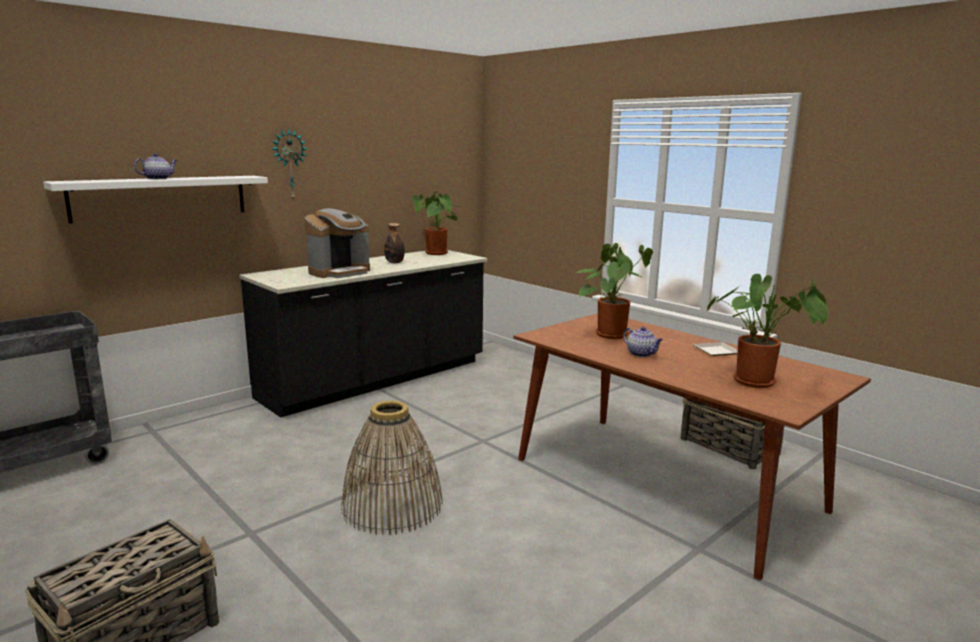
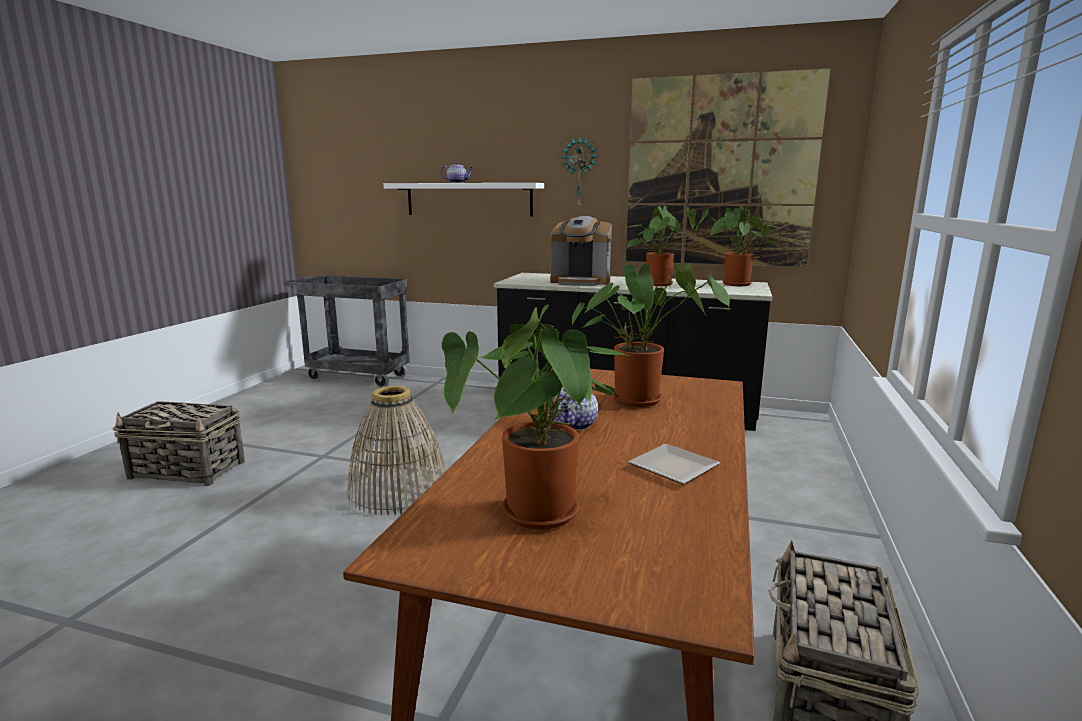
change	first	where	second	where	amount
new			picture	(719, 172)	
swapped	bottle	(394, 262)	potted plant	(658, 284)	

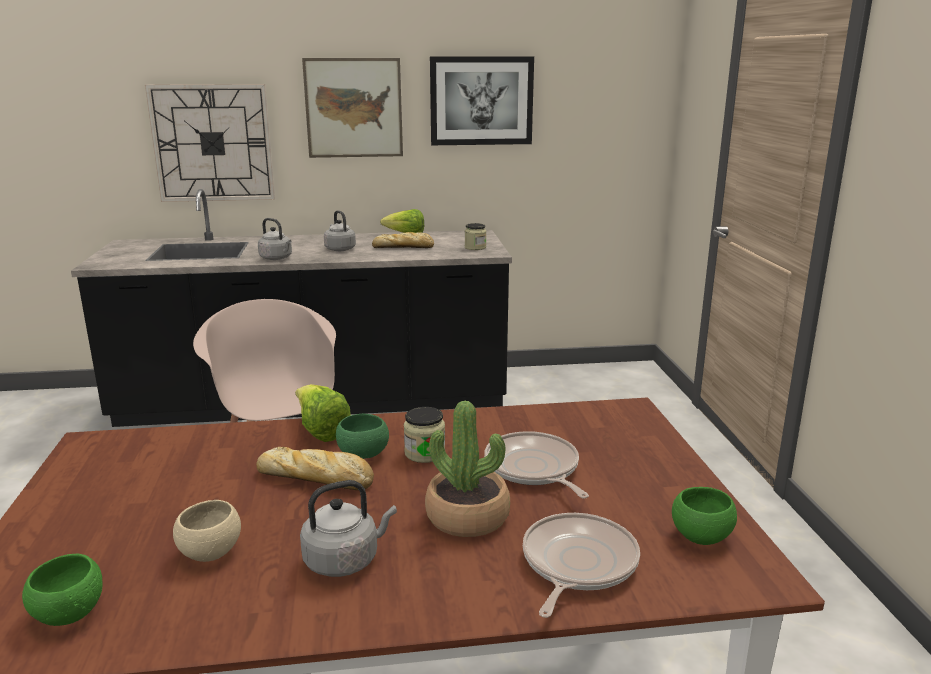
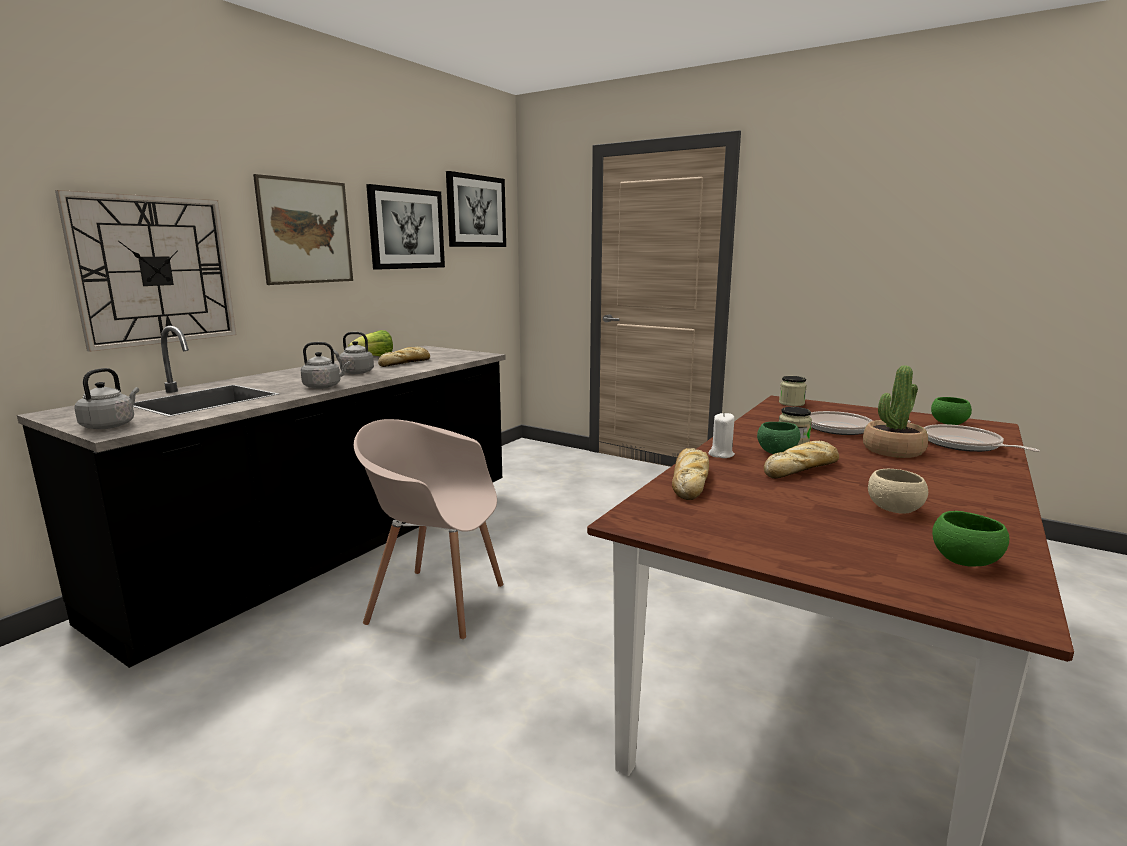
change	first	where	second	where	amount
shifted	water kettle in greyish	(345, 560)		(111, 425)	
new			picture	(476, 211)	
new			bread	(690, 481)	
swapped	head of lettuce	(321, 431)	wax light in whitish	(721, 454)	
shifted	preserve jar	(475, 247)		(791, 403)	

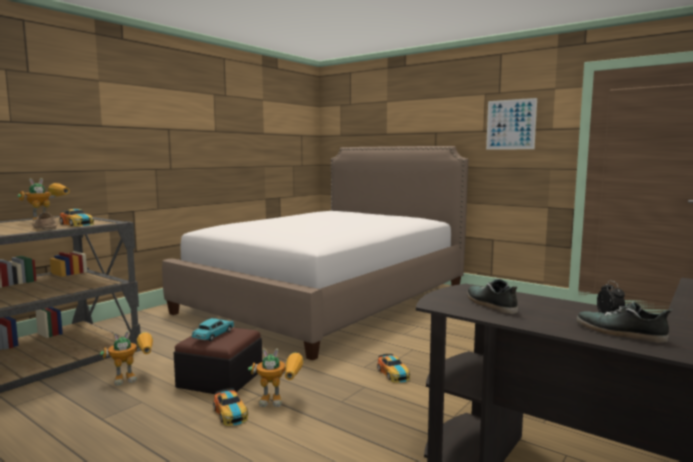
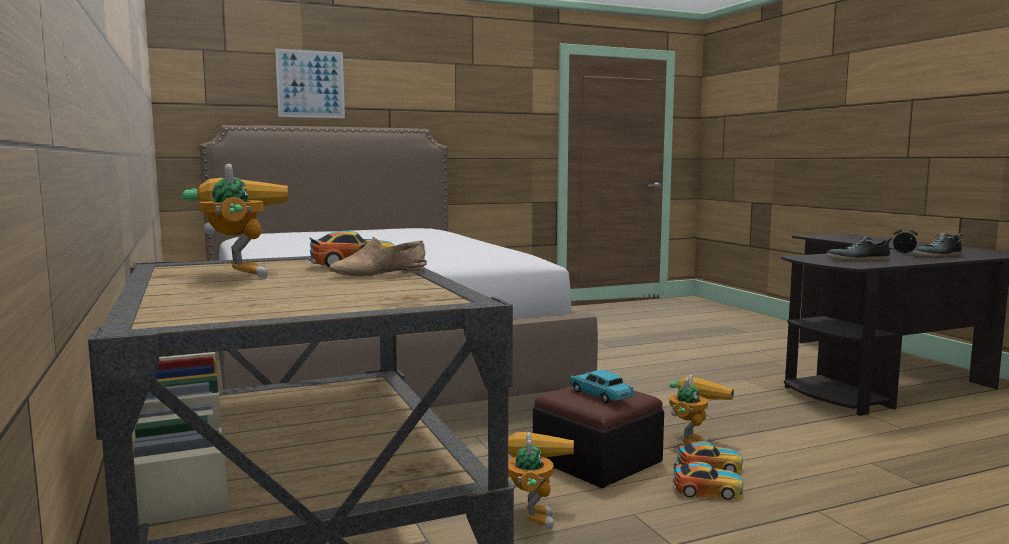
change	first	where	second	where	amount
shifted	picture	(511, 124)		(310, 84)	
shifted	model car	(393, 374)		(707, 490)	

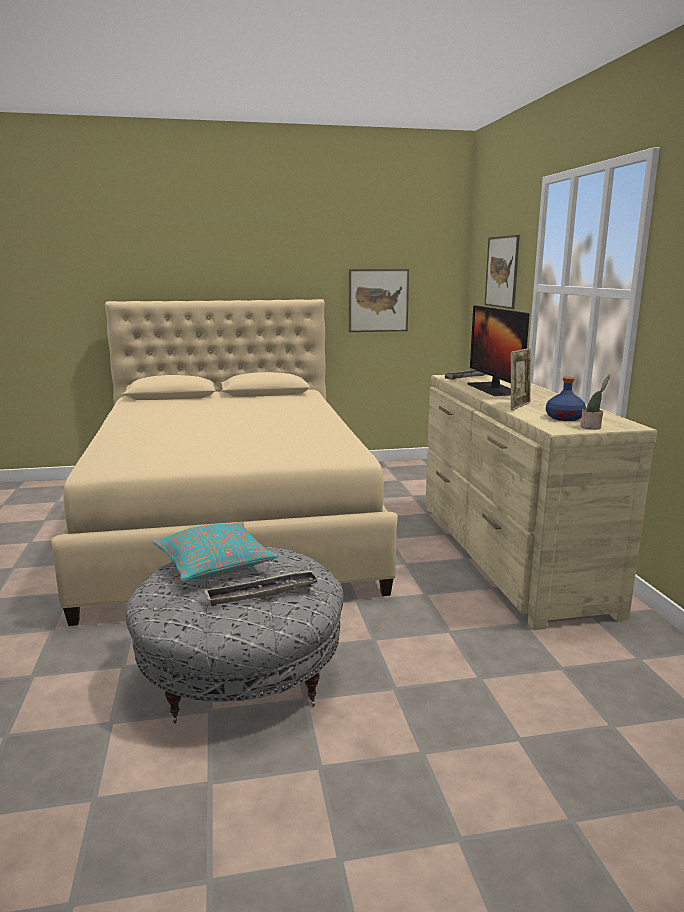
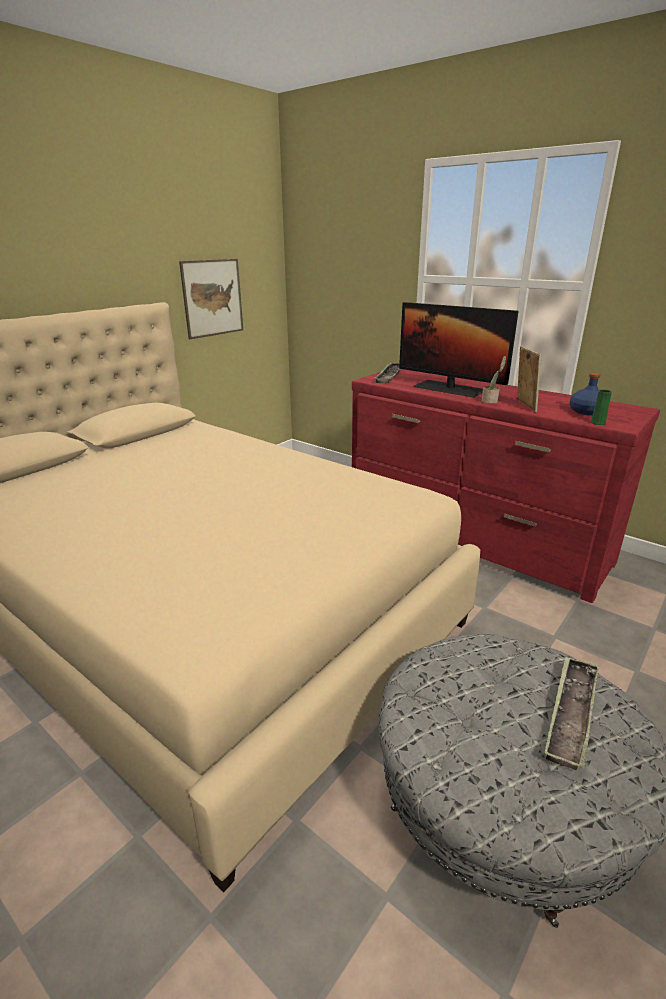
change	first	where	second	where	amount
repainted	dresser in beige-coloured	(507, 554)	dresser in red-coloured	(472, 538)	
shifted	potted plant	(592, 427)		(491, 401)	
new			vase in green	(598, 423)	
gone	throw pillow in blue-green	(215, 566)			
gone	picture	(502, 272)			

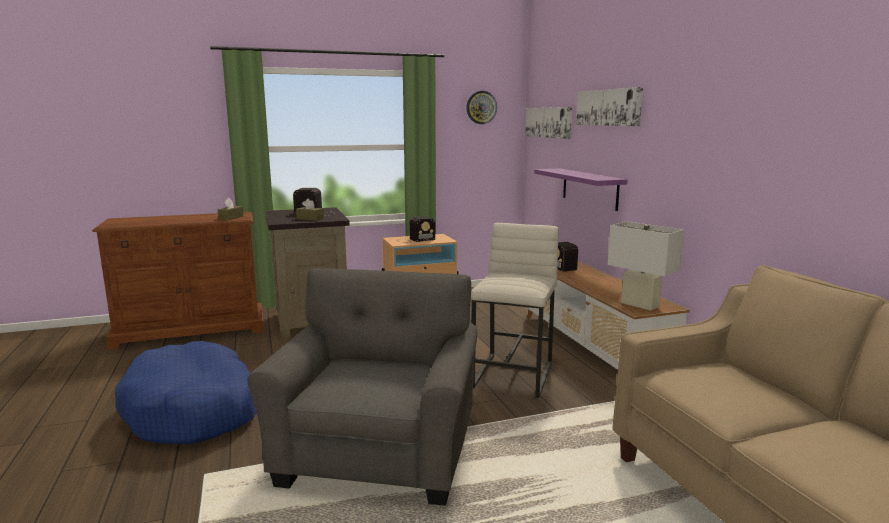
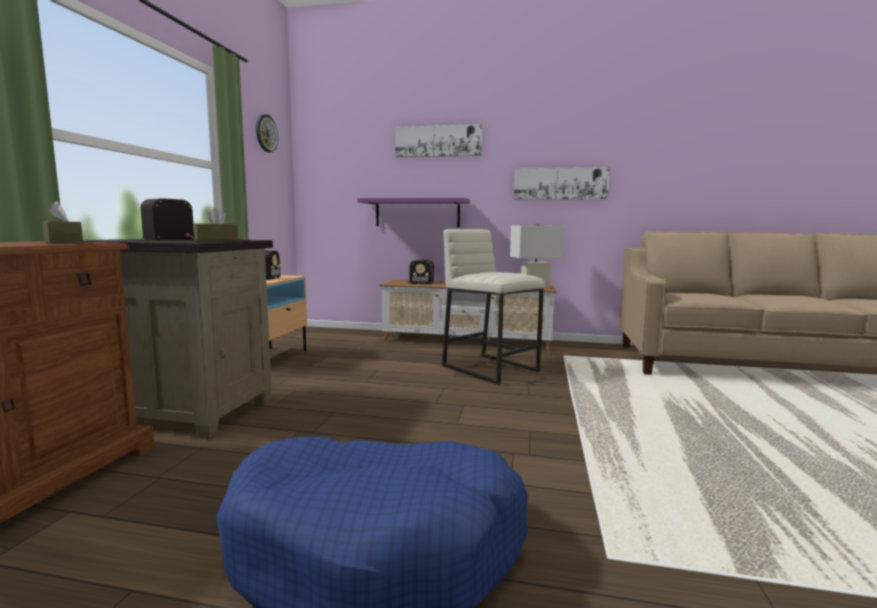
change	first	where	second	where	amount
shifted	picture	(549, 122)		(560, 184)	
gone	easy chair in greyish	(379, 452)			

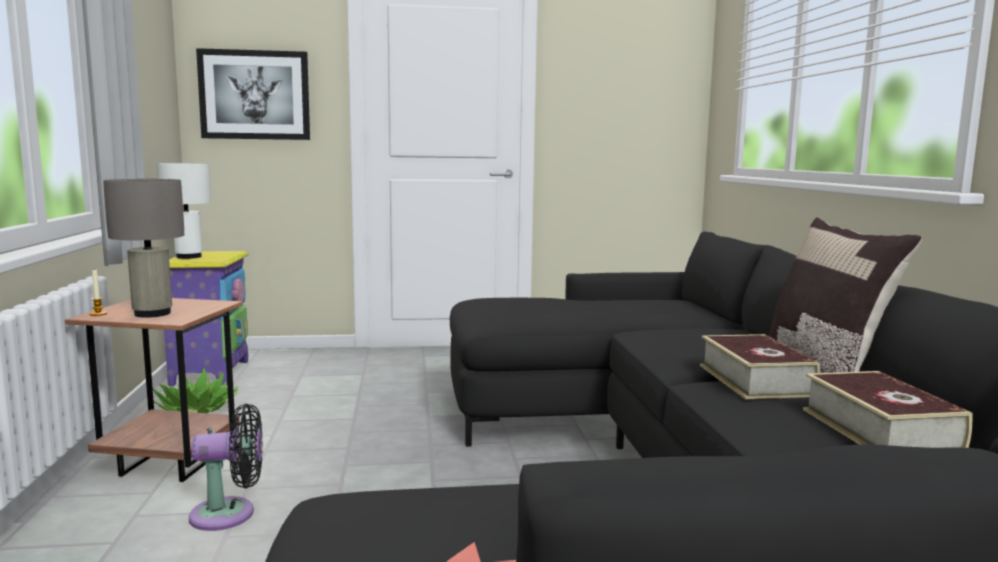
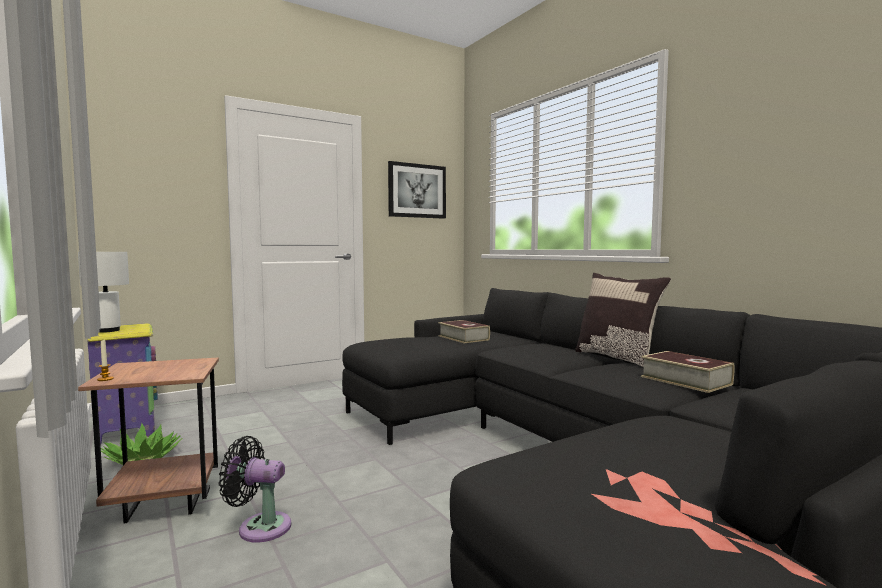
change	first	where	second	where	amount
rotated	electric fan in black-coloured	(229, 514)		(259, 527)	135 degrees counterclockwise
shifted	picture	(255, 95)		(417, 191)	
shifted	volume	(755, 380)		(463, 338)	
gone	table lamp in greyish	(154, 313)			

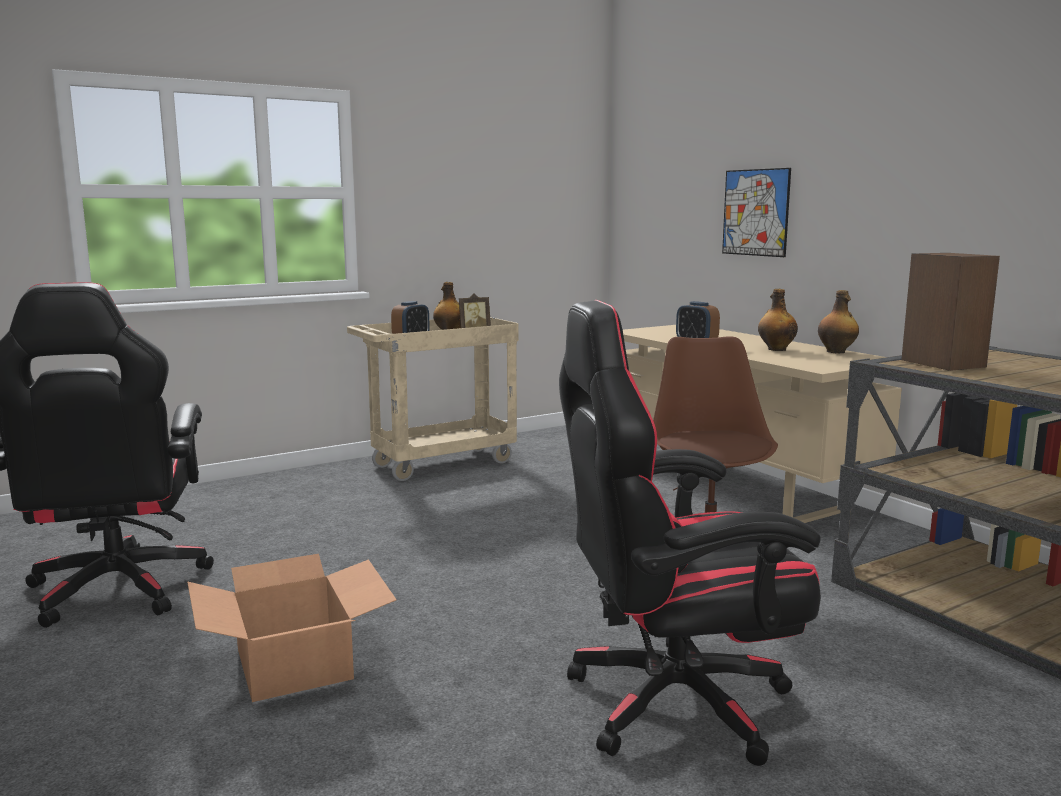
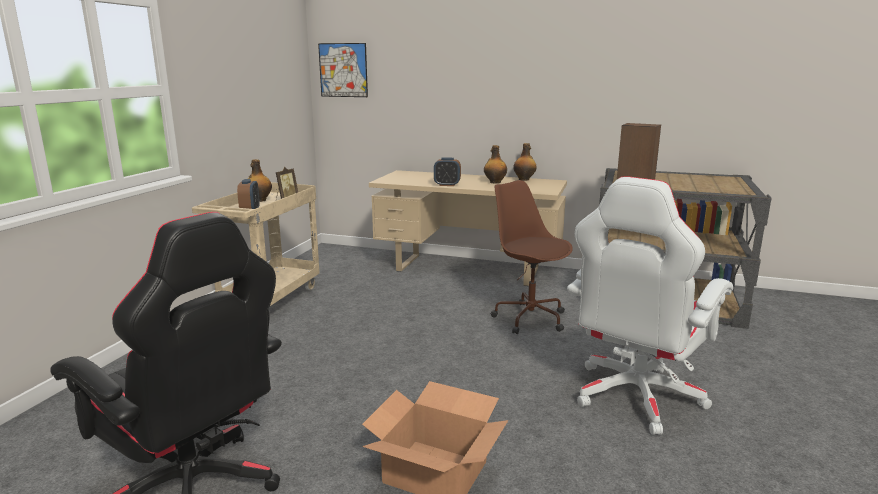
change	first	where	second	where	amount
shifted	picture	(755, 212)		(343, 70)	
repainted	computer chair in black-coloured	(677, 701)	computer chair in whitish	(636, 395)	

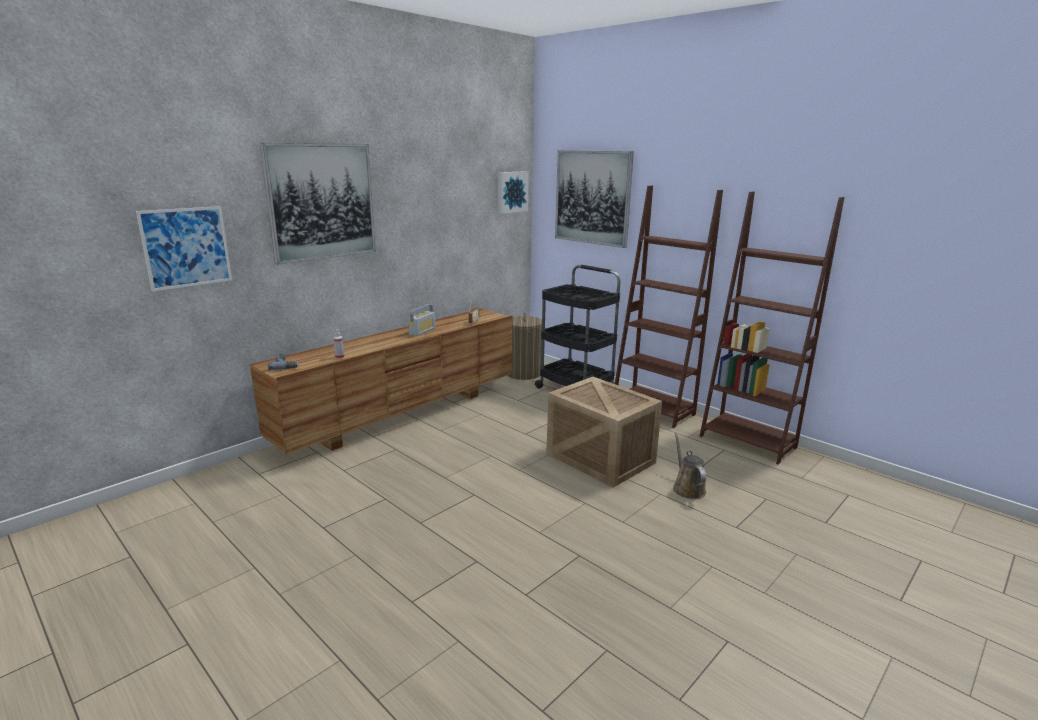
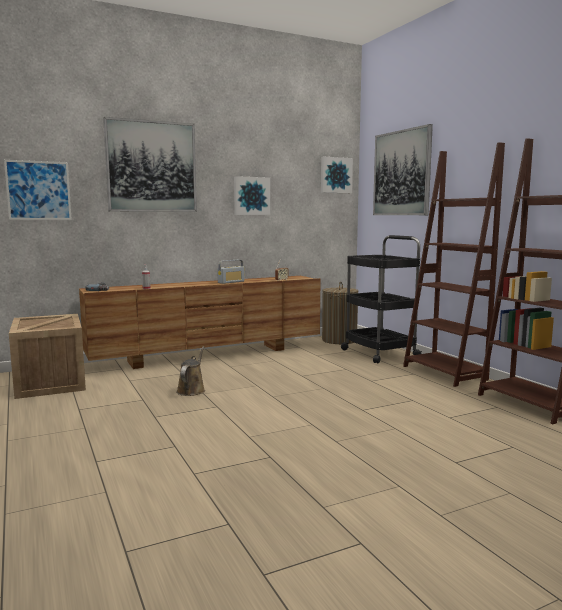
change	first	where	second	where	amount
shifted	crate	(602, 458)		(51, 382)	
shifted	watering pot in brownish	(687, 488)		(192, 390)	
new			picture	(251, 196)	

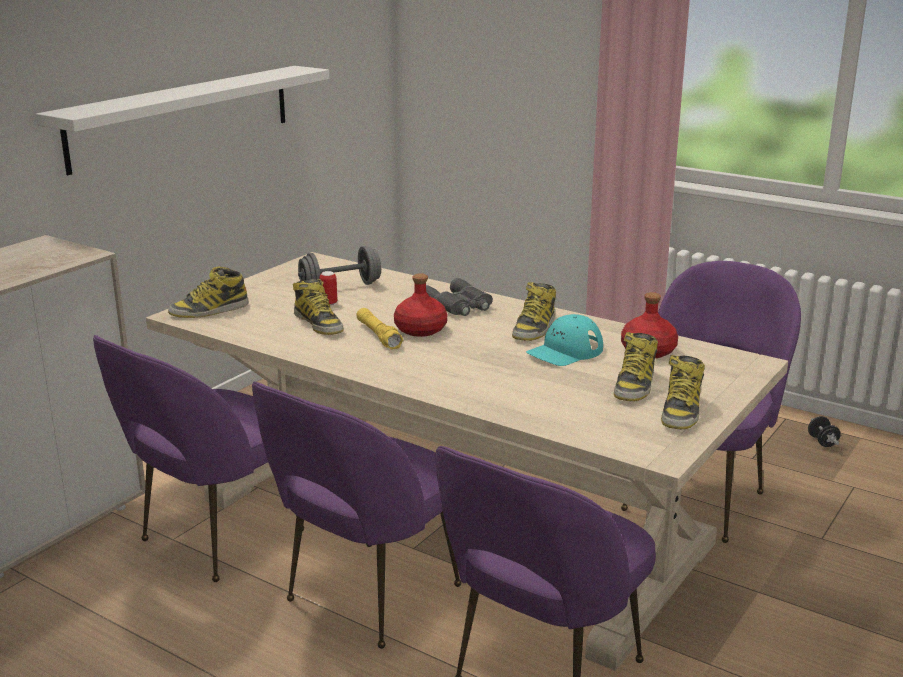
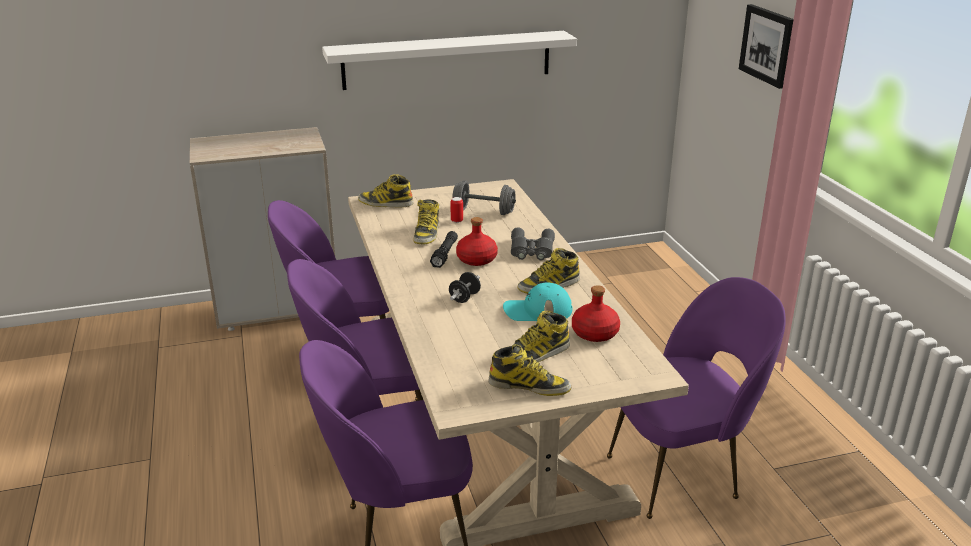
change	first	where	second	where	amount
repainted	flashlight in yellow	(378, 336)	flashlight in black-coloured	(445, 254)	
shifted	dumbbell in black-coloured	(822, 442)		(464, 297)	
rotated	high-top boot	(681, 411)		(529, 386)	135 degrees counterclockwise
new			picture	(767, 45)	

